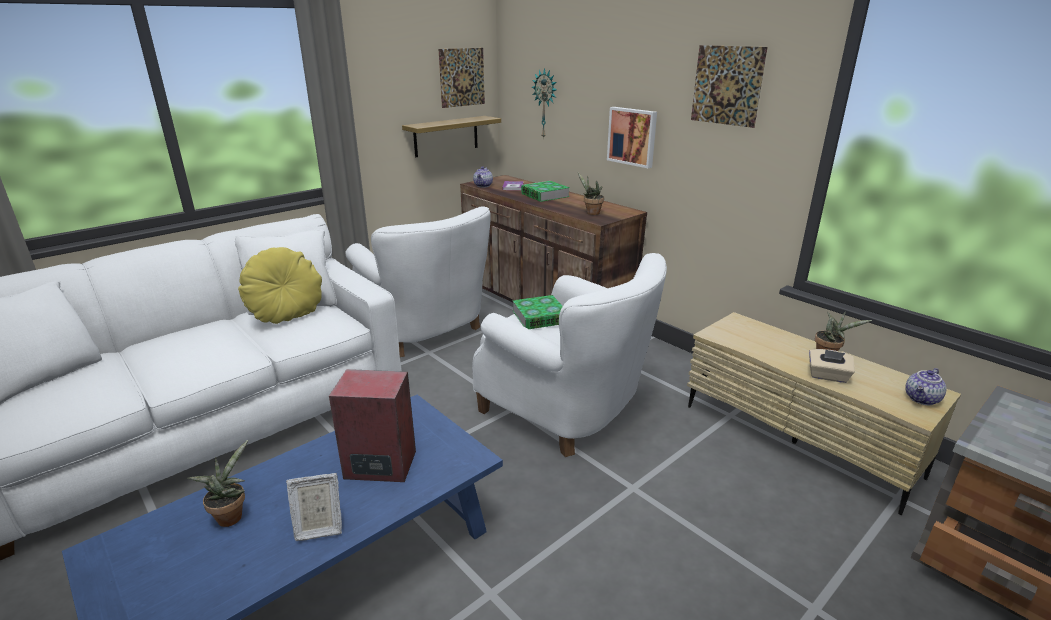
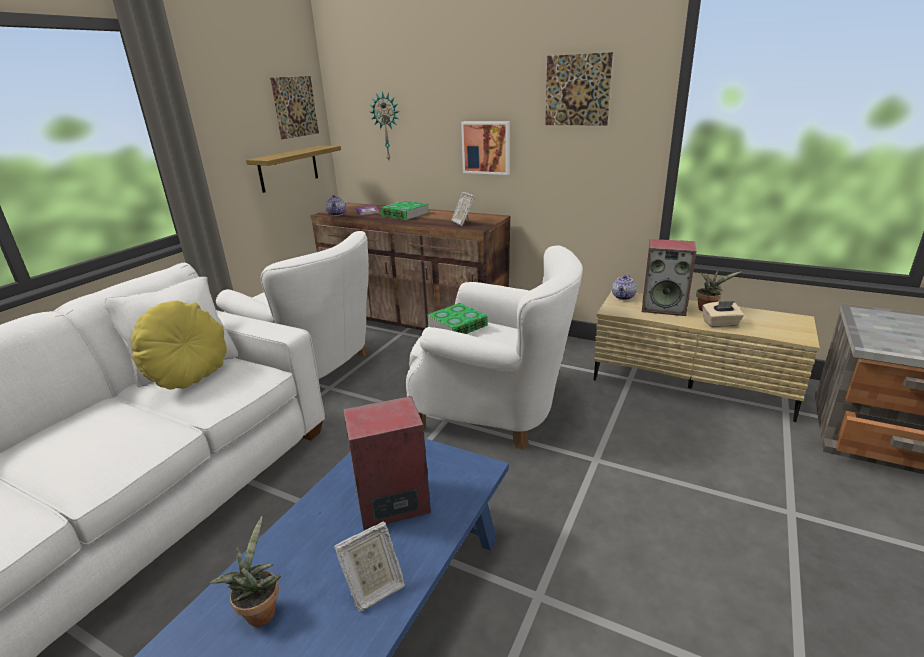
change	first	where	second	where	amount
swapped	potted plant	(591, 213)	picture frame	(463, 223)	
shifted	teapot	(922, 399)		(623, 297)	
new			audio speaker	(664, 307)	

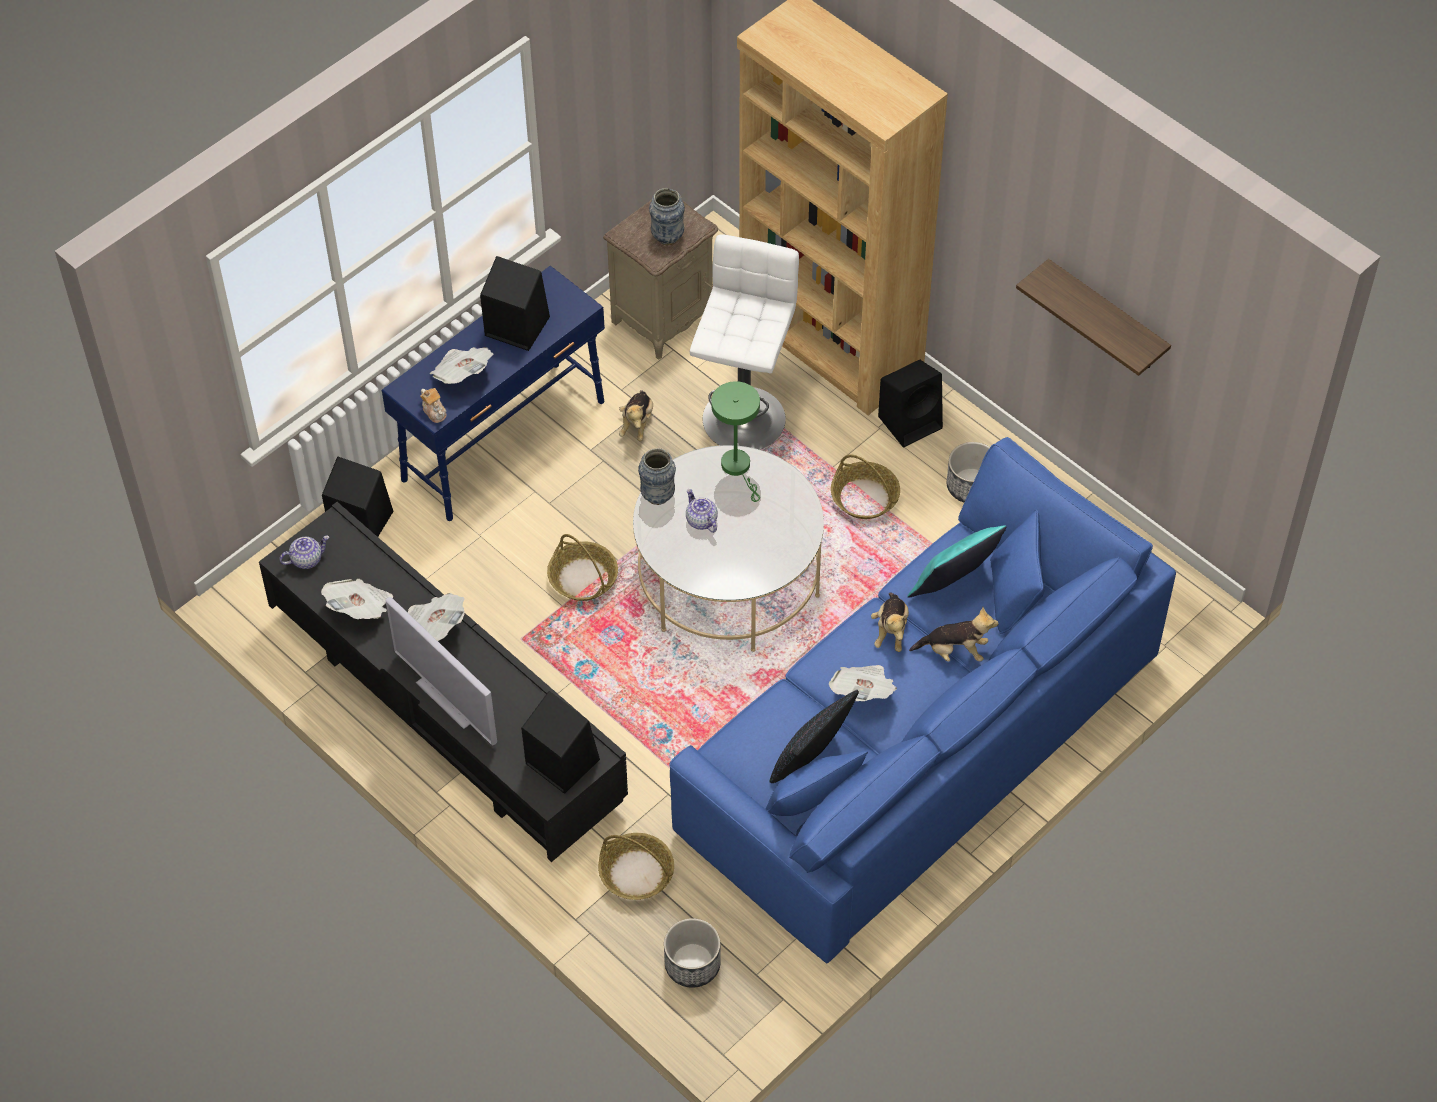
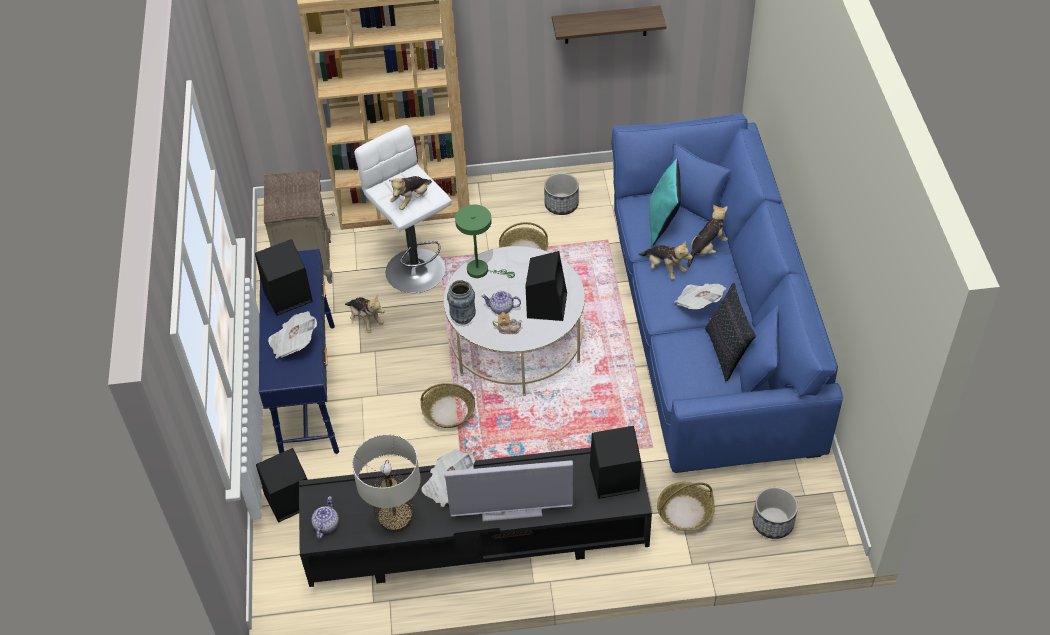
change	first	where	second	where	amount
swapped	printed paper	(360, 608)	table lamp	(395, 518)	
new			soft toy	(411, 199)	
shifted	teapot	(434, 411)		(508, 328)	
shifted	audio speaker in black-coloured	(911, 421)		(546, 304)	
gone	vase	(667, 237)			

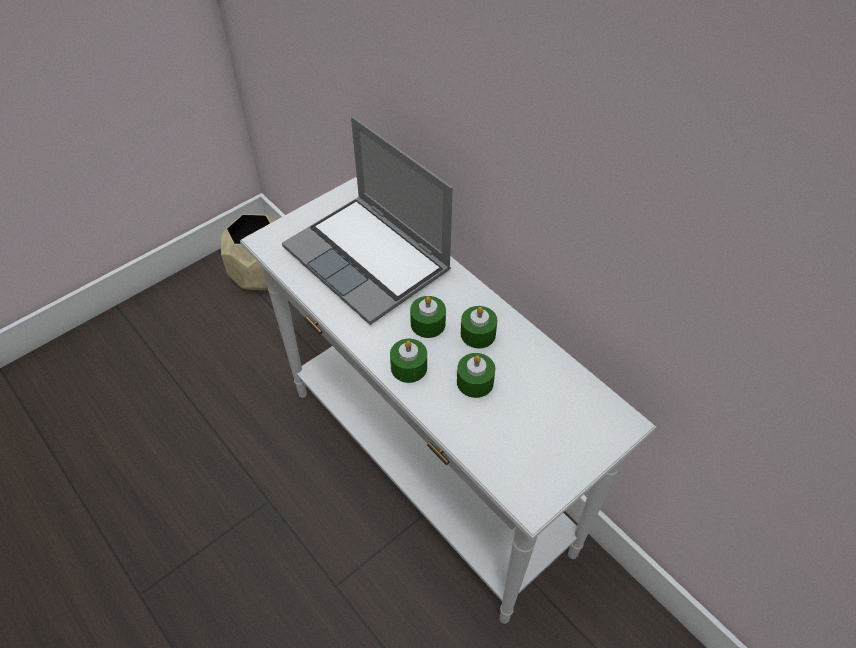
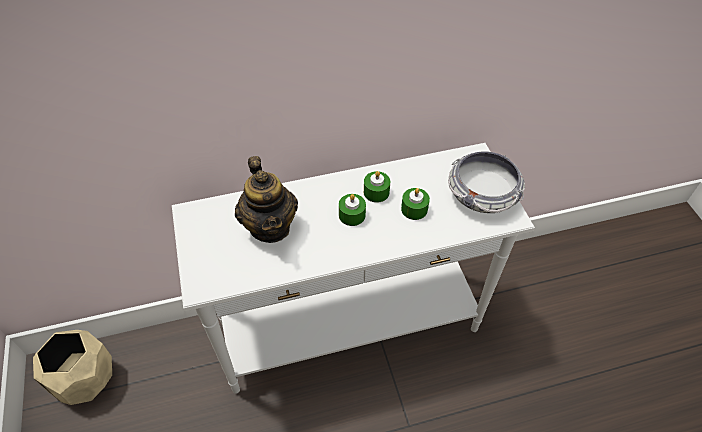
change	first	where	second	where	amount
swapped	notebook computer	(370, 260)	teapot	(270, 226)	
new			deep dish	(483, 194)	
gone	wax light in green	(409, 367)			

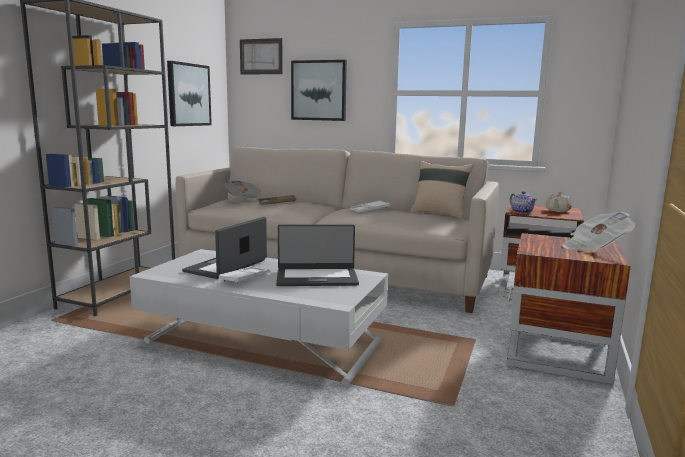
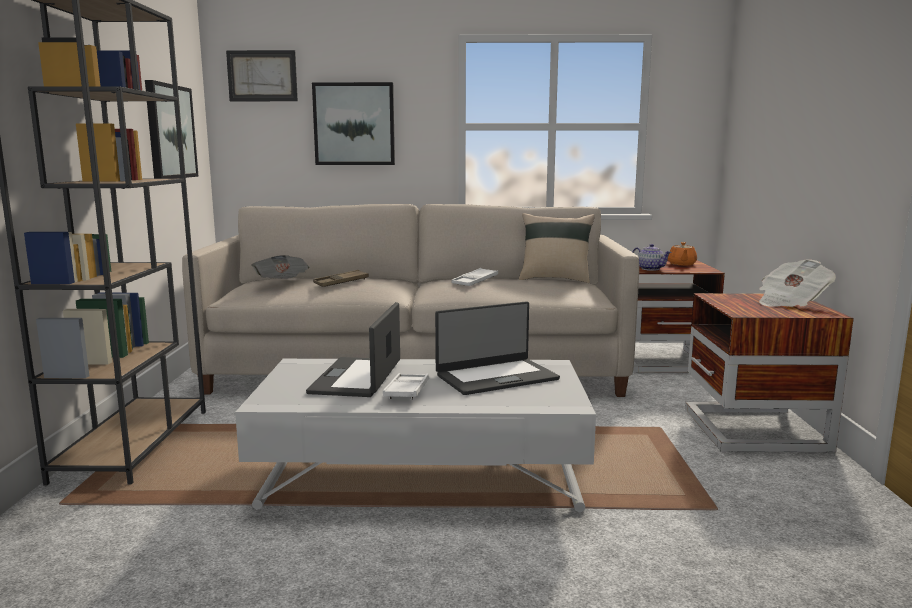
change	first	where	second	where	amount
repainted	teapot in beige-coloured	(557, 211)	teapot in orangey	(681, 264)	

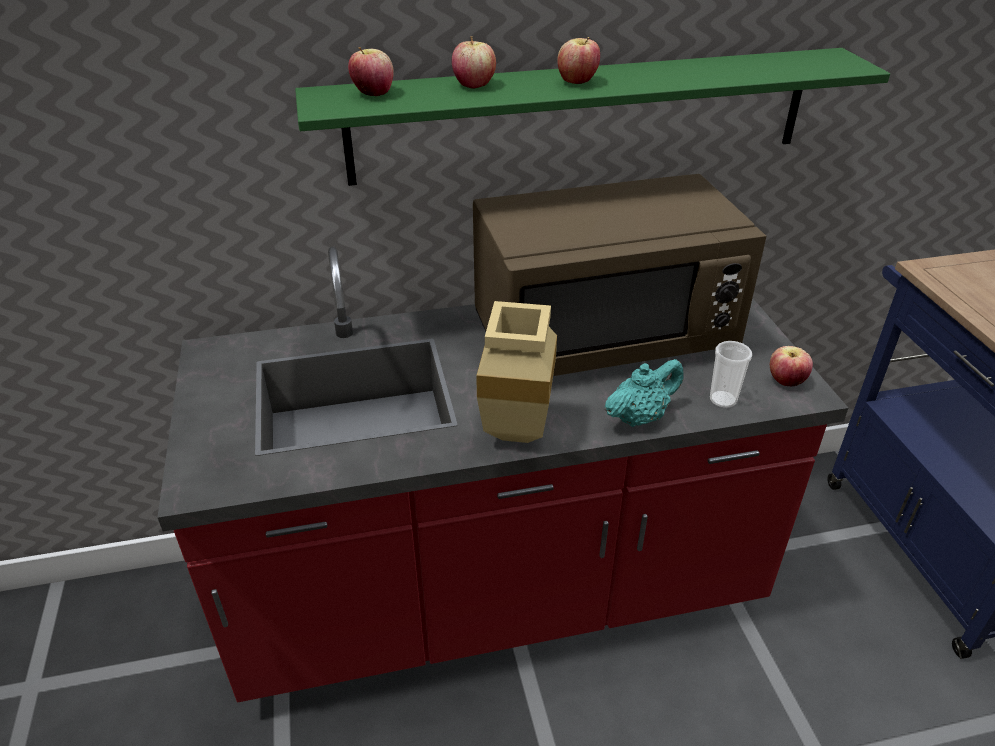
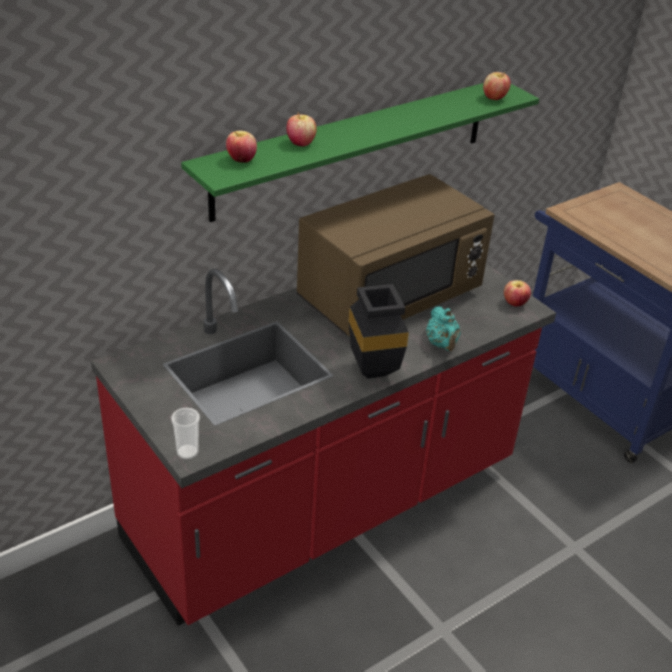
change	first	where	second	where	amount
shifted	cup	(723, 400)		(187, 452)	
repainted	vase in beige-coloured	(518, 435)	vase in black-coloured	(376, 373)	
rotated	teapot in blue-green	(640, 417)		(442, 345)	135 degrees clockwise
shifted	whole apple	(577, 82)		(494, 98)	

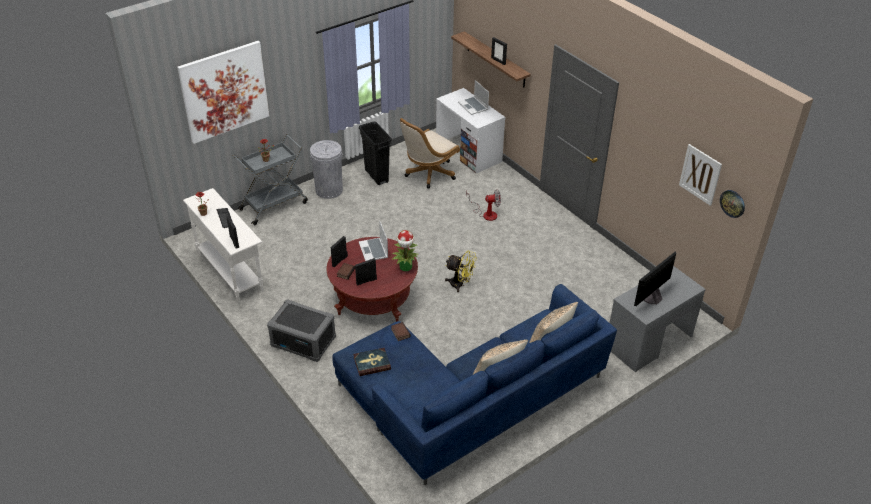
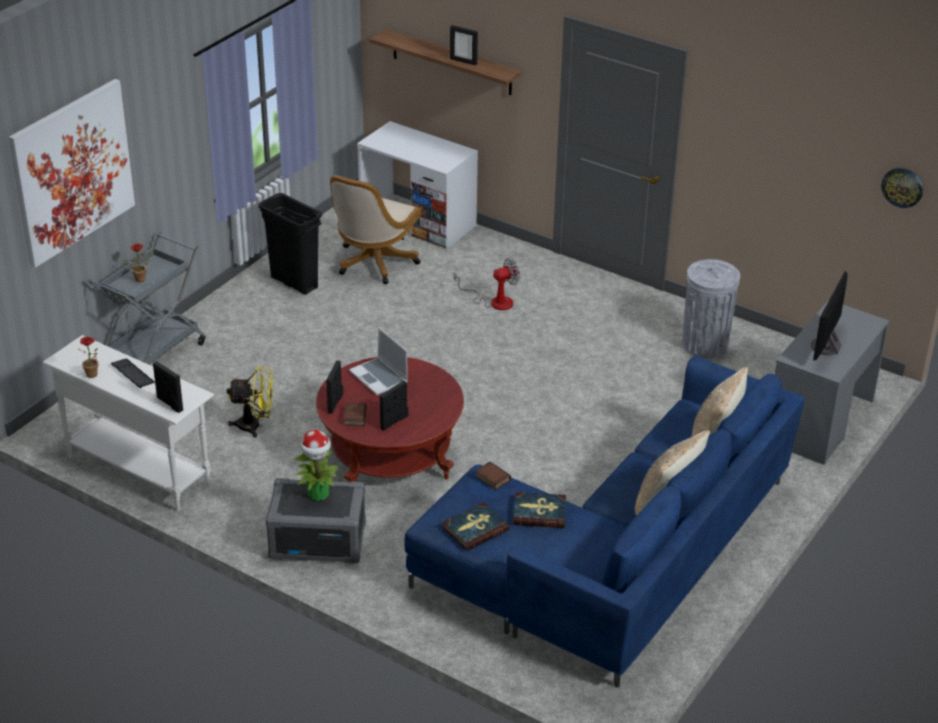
change	first	where	second	where	amount
shifted	electric fan in yellow	(460, 284)		(255, 426)	
shifted	potted plant	(406, 267)		(319, 493)	
new			volume	(539, 512)	
shifted	trash can in greyish	(329, 190)		(705, 345)	
gone	notebook computer	(473, 106)			
gone	picture	(700, 174)			

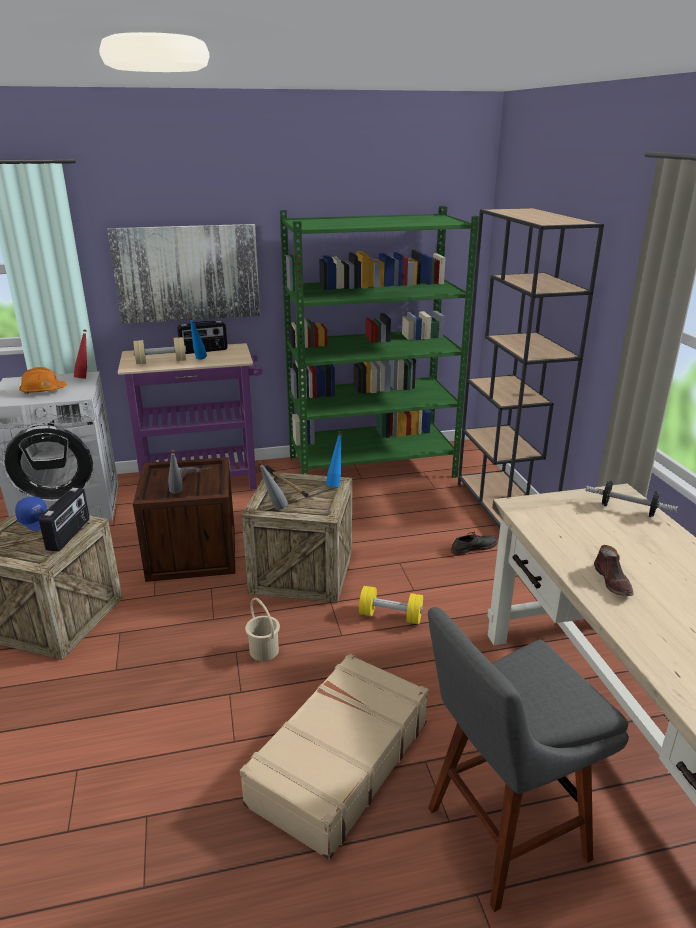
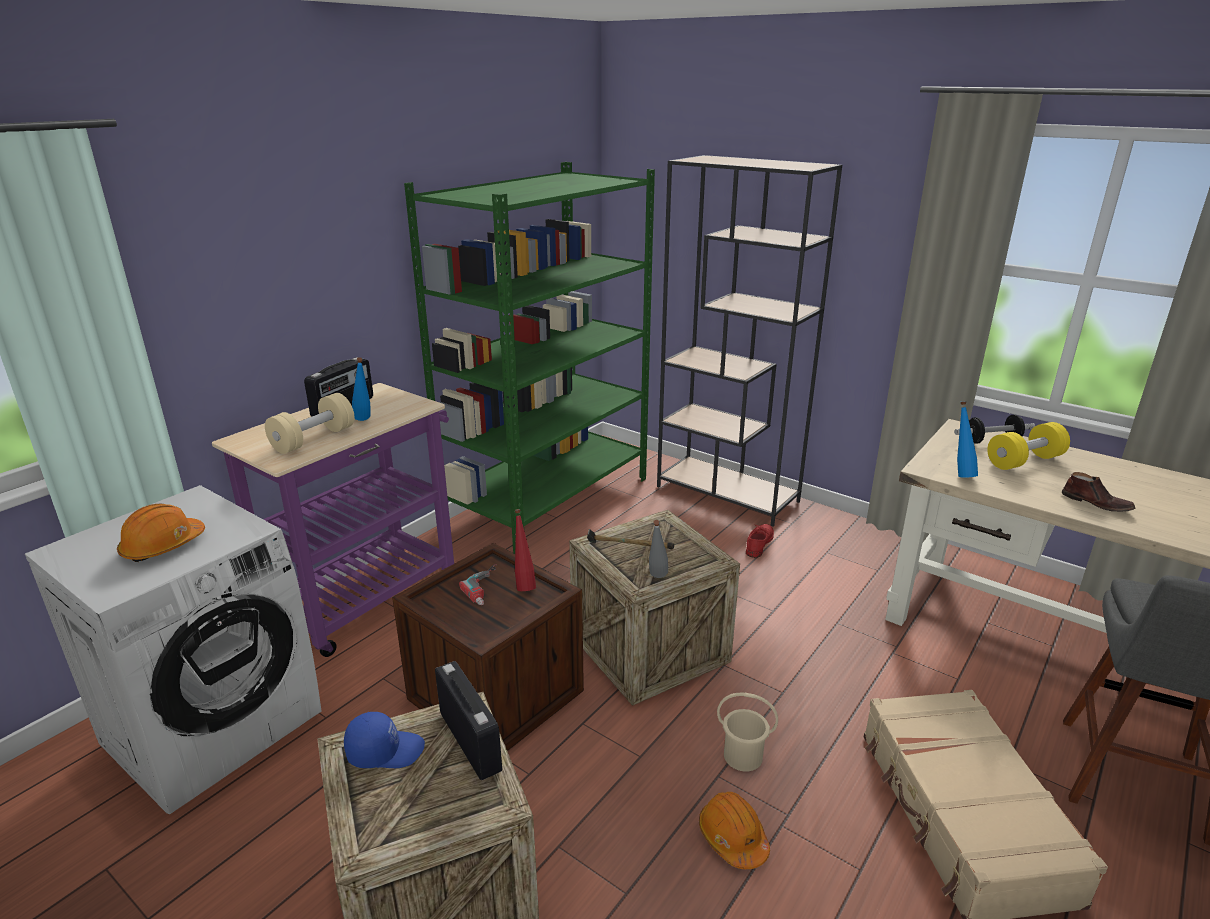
change	first	where	second	where	amount
shifted	bottle in red-coloured	(85, 377)		(524, 585)	
new			hard hat in orangey	(732, 838)	
repainted	shoe in greyish	(473, 547)	shoe in red-coloured	(758, 543)	
shifted	bottle in blue	(335, 484)		(960, 474)	
shifted	dumbbell in yellow	(390, 616)		(1024, 461)	
gone	picture	(187, 273)			
gone	bottle in greyish	(177, 494)			

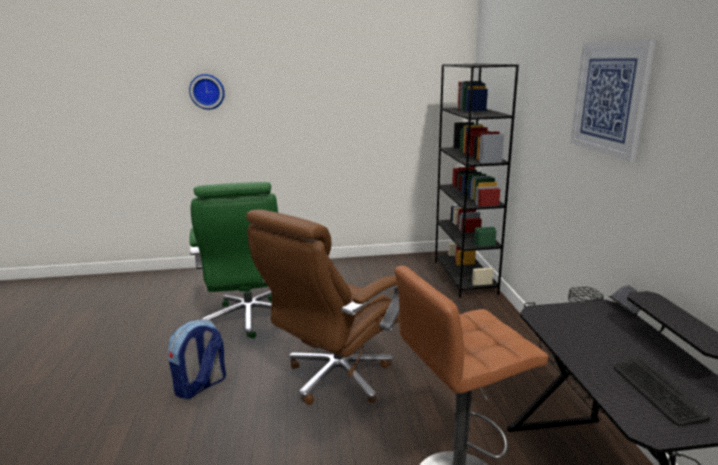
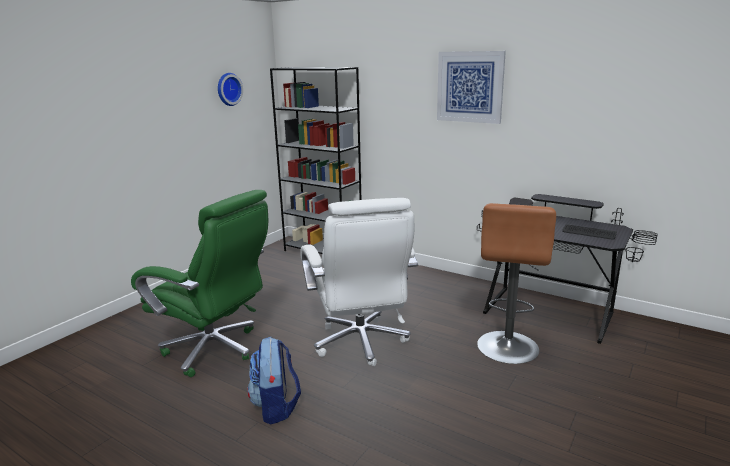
change	first	where	second	where	amount
shifted	wall clock	(207, 91)		(228, 89)	
repainted	computer chair in brownish	(335, 380)	computer chair in whitish	(362, 345)	

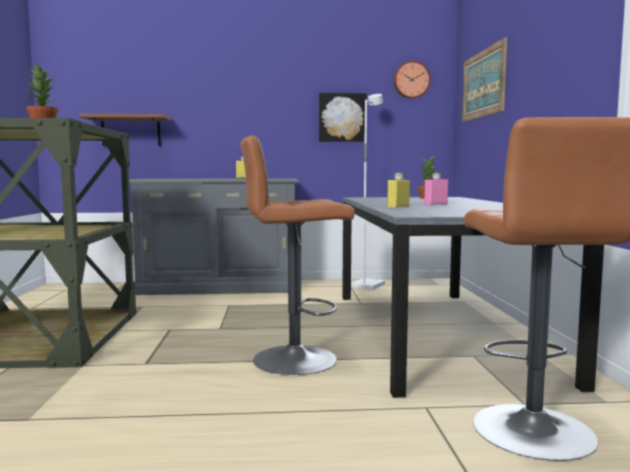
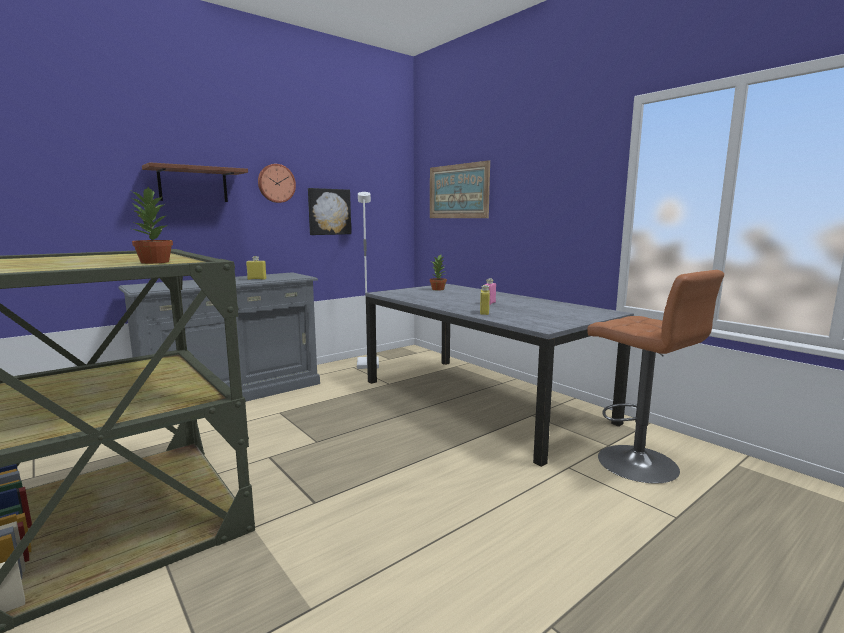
change	first	where	second	where	amount
shifted	shelf in brownish	(131, 131)		(193, 185)	
shifted	wall clock	(411, 80)		(276, 183)	
gone	stool in brownish	(293, 359)			

